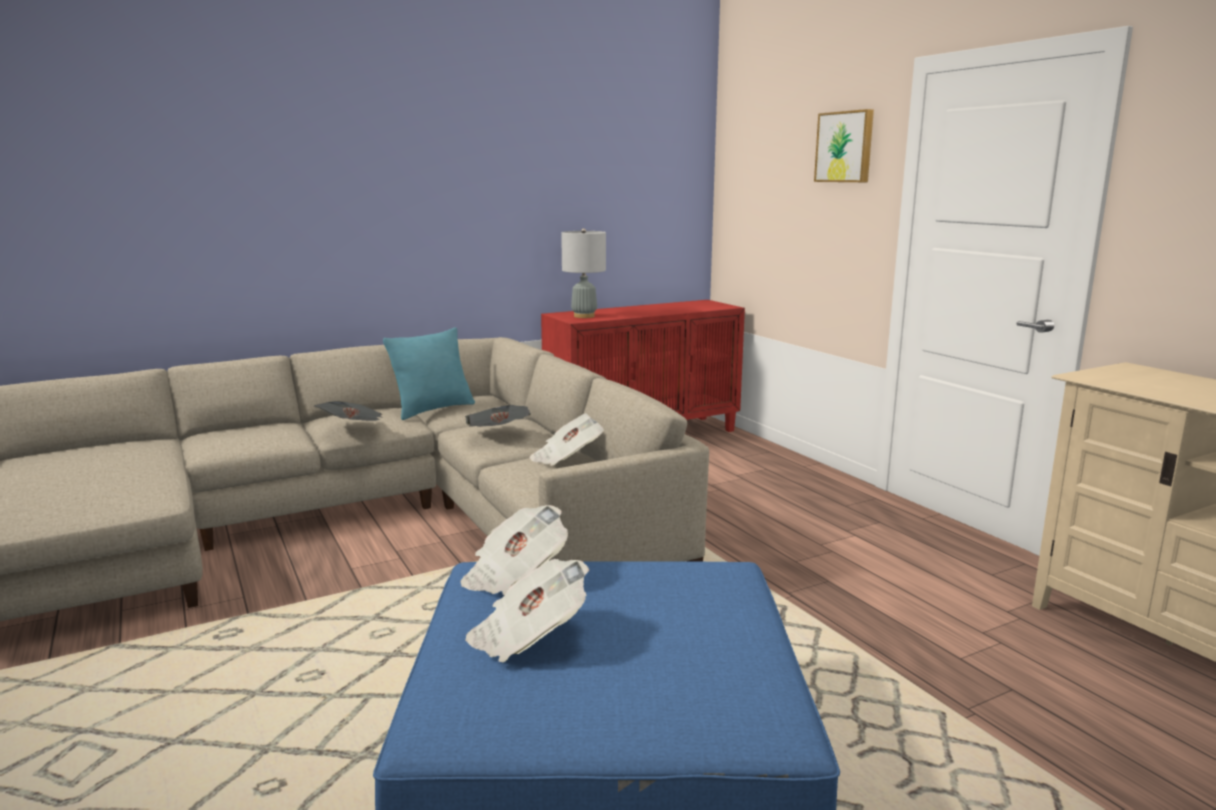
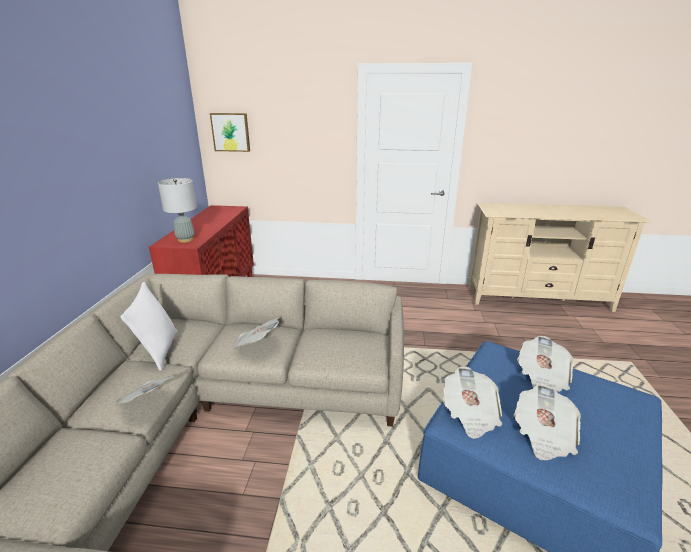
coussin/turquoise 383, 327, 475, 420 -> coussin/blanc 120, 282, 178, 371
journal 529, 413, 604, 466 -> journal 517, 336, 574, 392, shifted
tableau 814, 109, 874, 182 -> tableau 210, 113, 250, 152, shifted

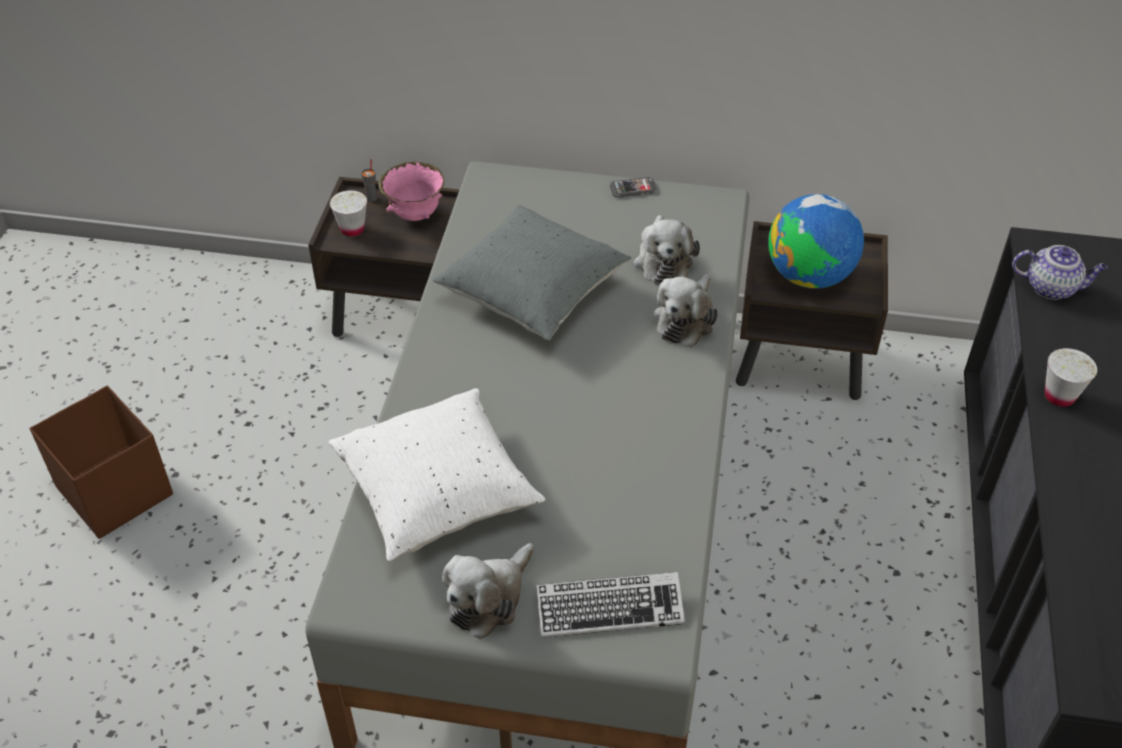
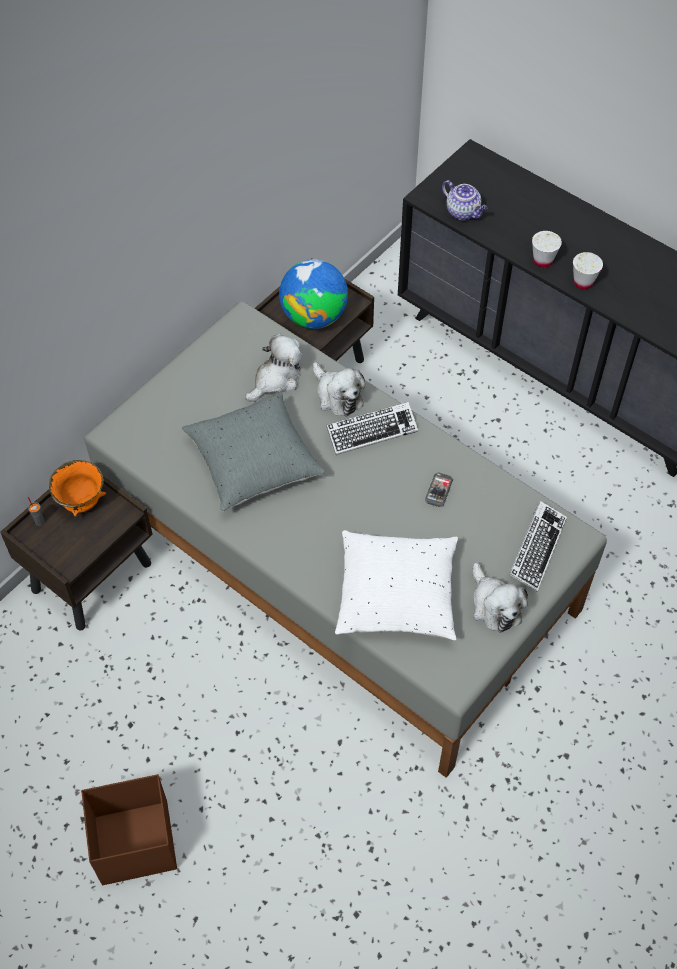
tasse/blanc 330, 190, 367, 237 -> tasse/blanc 573, 252, 603, 290, shifted
bol/rose 378, 162, 444, 221 -> bol/orange 49, 460, 106, 517
téléphone 610, 177, 657, 198 -> téléphone 425, 473, 453, 507, shifted
peluche 633, 215, 700, 284 -> peluche 245, 334, 302, 402, 75 degrees counterclockwise
théière 1012, 245, 1108, 300 -> théière 442, 180, 487, 220, 90 degrees clockwise
none -> clavier 326, 402, 418, 455

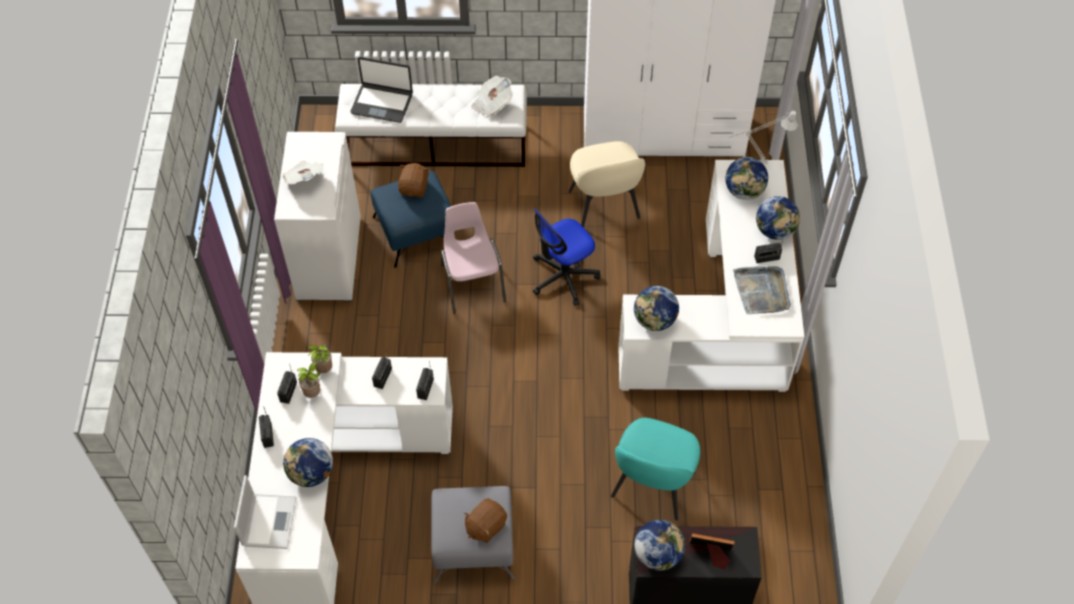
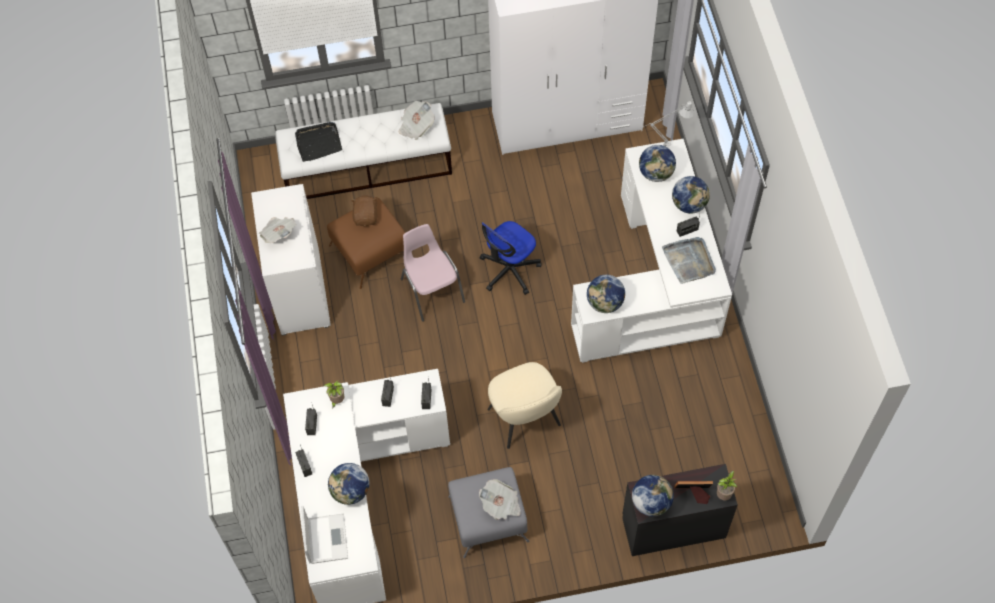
plante en pot 297, 362, 320, 398 -> plante en pot 717, 471, 737, 500, shifted
ordinateur portable 351, 57, 413, 123 -> plateau/noir 295, 122, 342, 162
pouf/bleu 370, 171, 451, 268 -> pouf/marron 327, 197, 405, 289
peluche/marron 464, 499, 507, 543 -> journal 479, 479, 521, 520
chaise/beige 569, 141, 645, 228 -> chaise/beige 488, 362, 562, 449, shifted
chaise/turquoise 611, 418, 700, 520 -> none

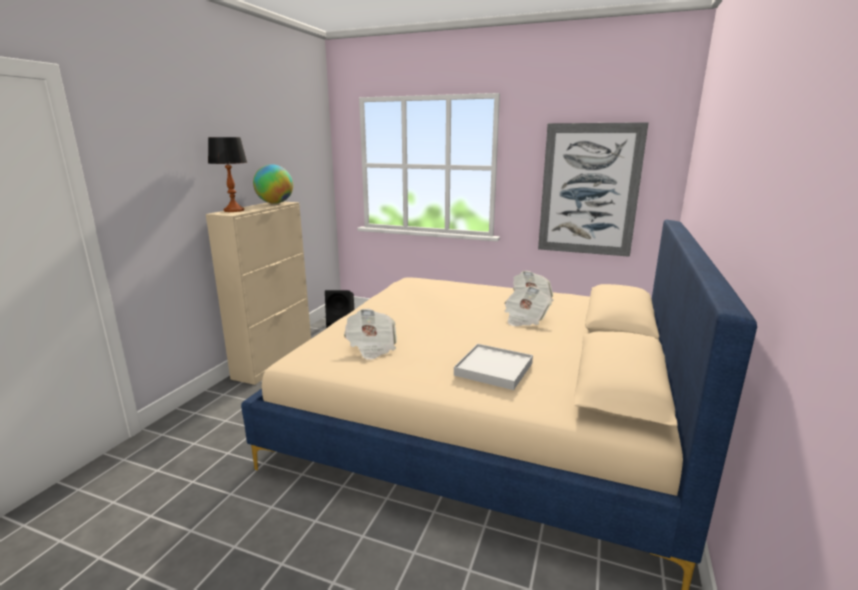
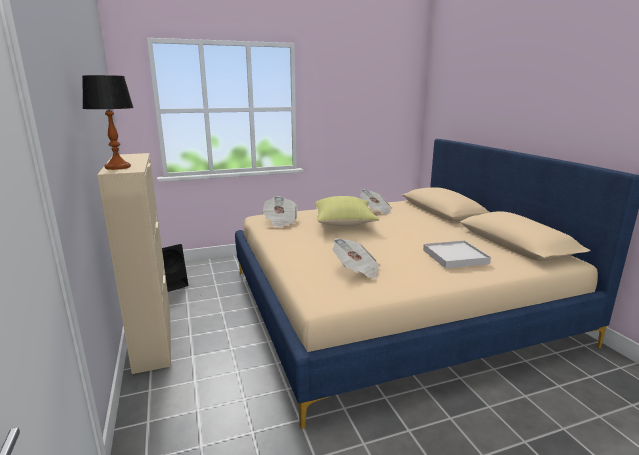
globe 253, 164, 293, 204 -> none
journal 504, 286, 552, 326 -> journal 262, 196, 297, 227, shifted
tableau 538, 122, 649, 257 -> none
none -> coussin/jaune 315, 196, 380, 226

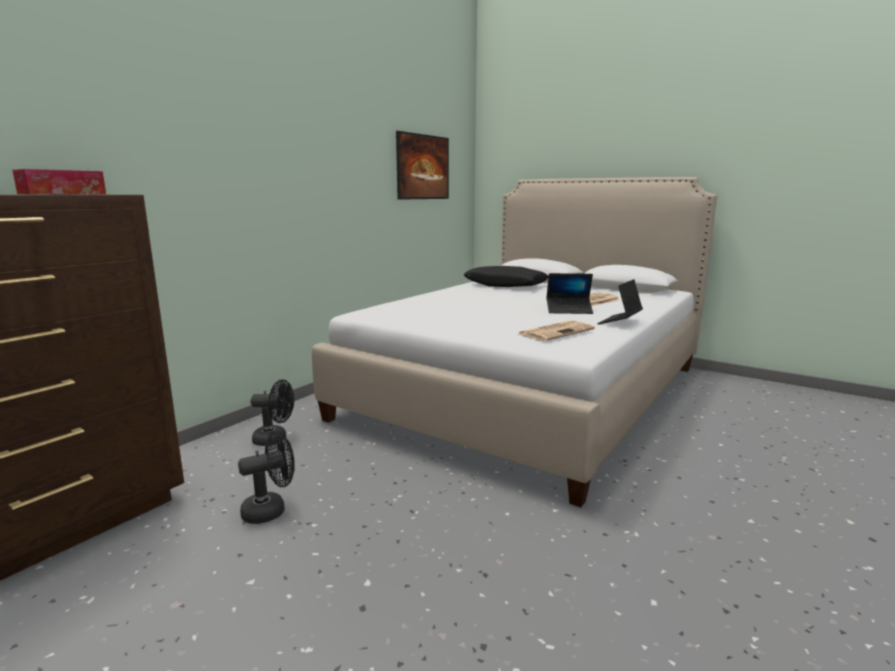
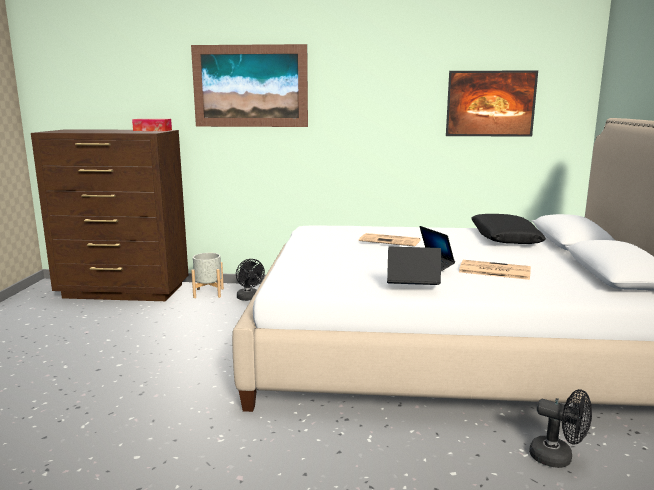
ventilateur/noir 238, 431, 295, 524 -> ventilateur/noir 529, 389, 592, 468, shifted
journal 519, 320, 595, 341 -> journal 359, 233, 420, 246, shifted
none -> tableau 191, 44, 308, 127
none -> cache-pot/gris 191, 253, 224, 298

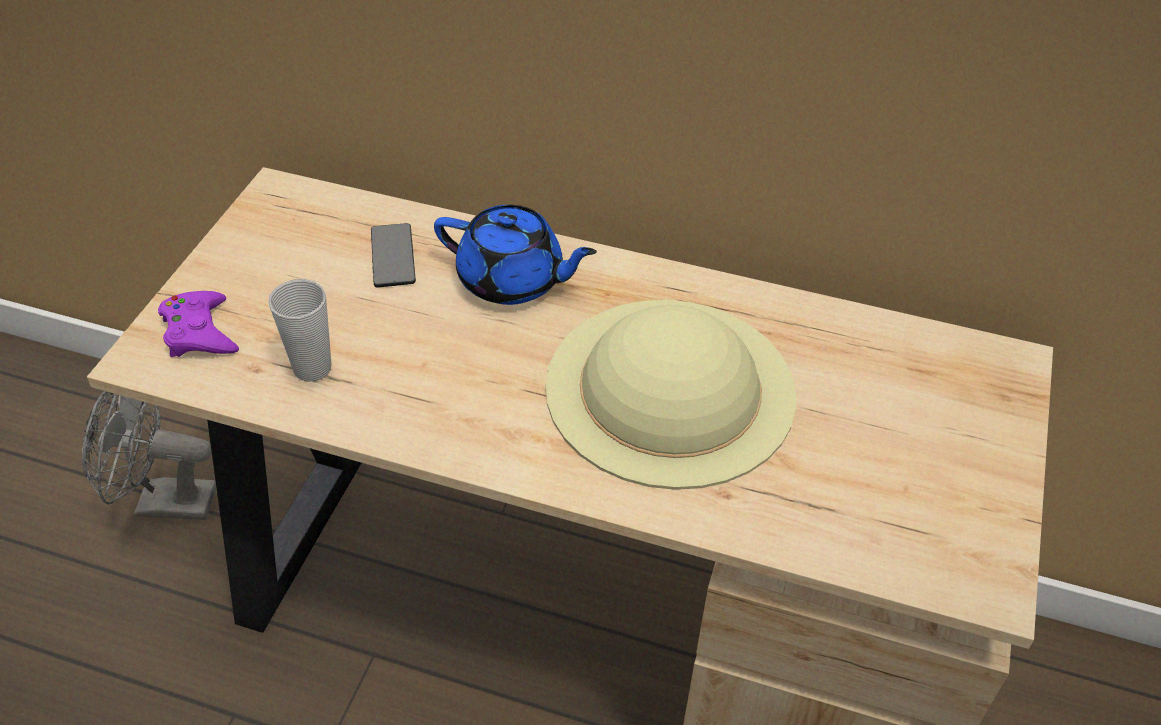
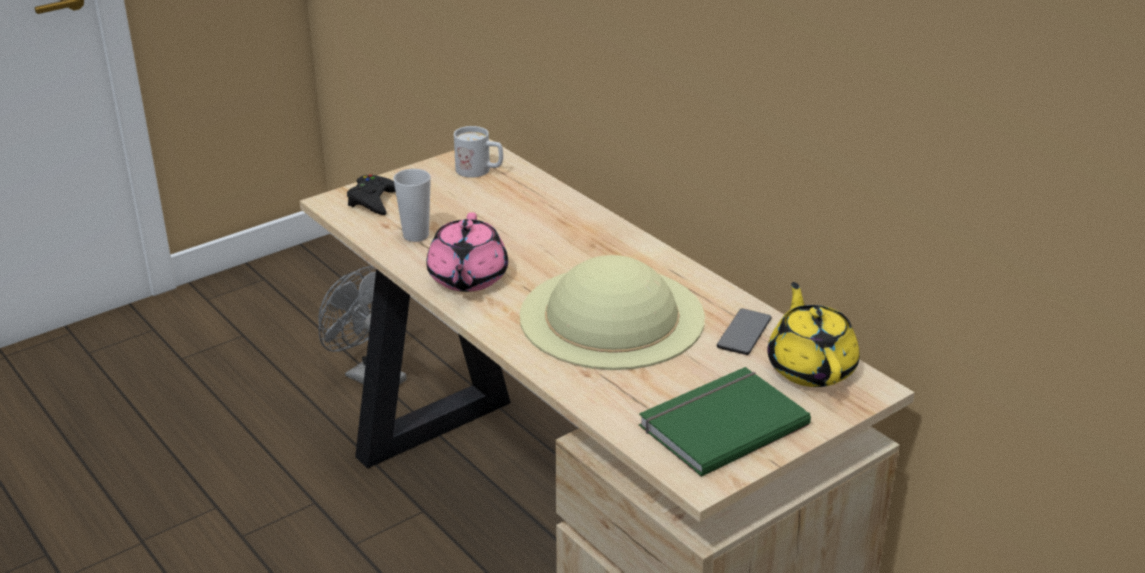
manette/violet 158, 291, 239, 357 -> manette/noir 347, 174, 396, 215
téléphone 371, 223, 416, 288 -> téléphone 717, 308, 772, 355, shifted
théière/bleu 434, 204, 597, 305 -> none
none -> théière/rose 426, 212, 508, 292
none -> mug/blanc 454, 126, 503, 178
none -> livre/vert 639, 367, 811, 477
none -> théière/jaune 767, 282, 860, 387

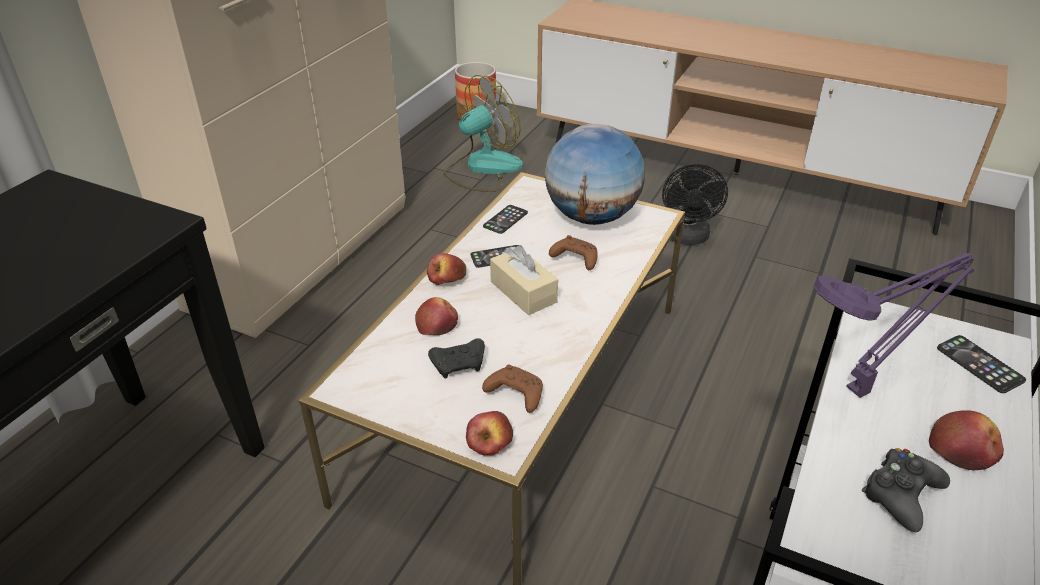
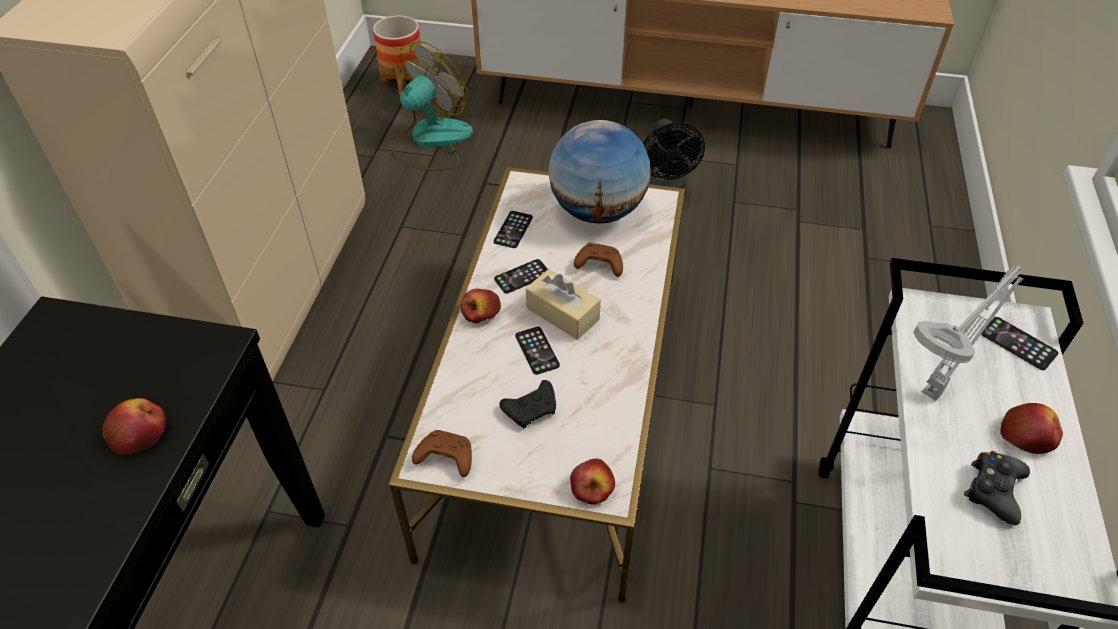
pomme 415, 297, 458, 335 -> pomme 102, 398, 166, 455, shifted
manette/marron 482, 365, 543, 413 -> manette/marron 412, 430, 472, 477, shifted
lampe de table/violet 814, 252, 974, 398 -> lampe de table/gris 913, 265, 1024, 401
none -> téléphone 515, 327, 560, 375

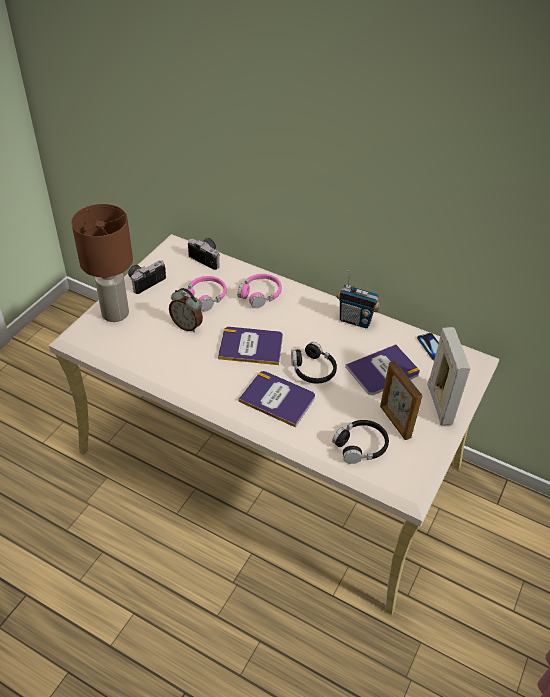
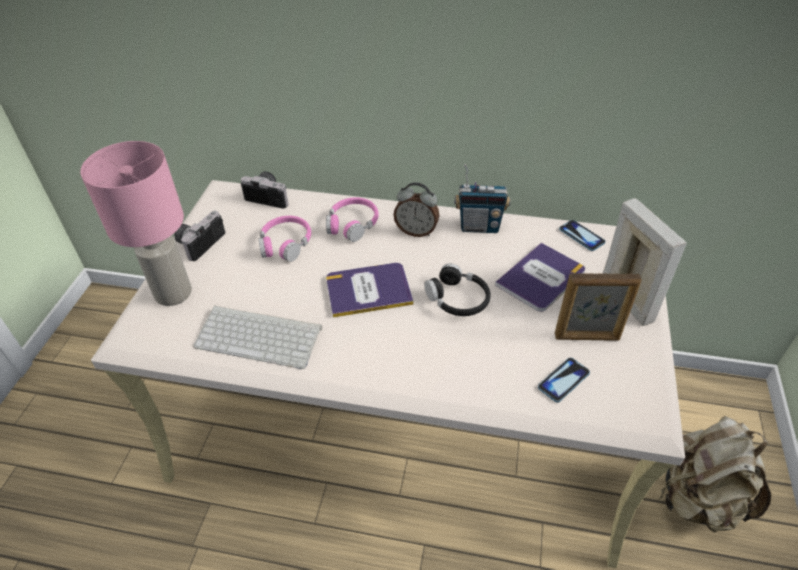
lampe de table/marron 71, 204, 133, 322 -> lampe de table/rose 80, 141, 192, 306
réveil 169, 288, 203, 332 -> réveil 393, 182, 439, 237, shifted
livre 238, 371, 315, 427 -> none
casque audio/noir 332, 420, 389, 464 -> téléphone 538, 358, 590, 403
cadre photo 380, 361, 423, 440 -> cadre photo 555, 273, 642, 341, 45 degrees counterclockwise
none -> clavier 193, 305, 322, 369
none -> sac à dos/beige 659, 416, 771, 532

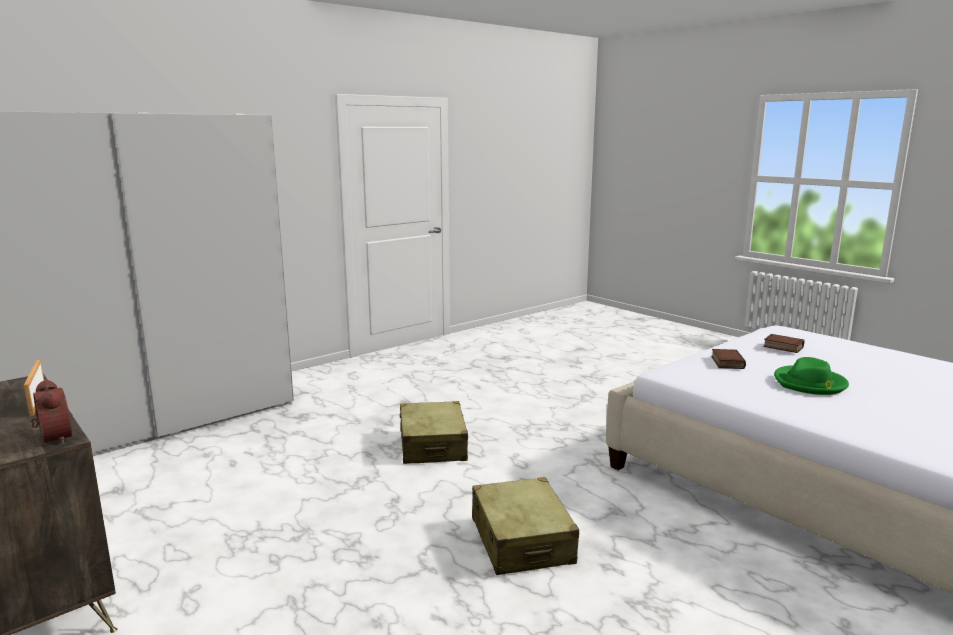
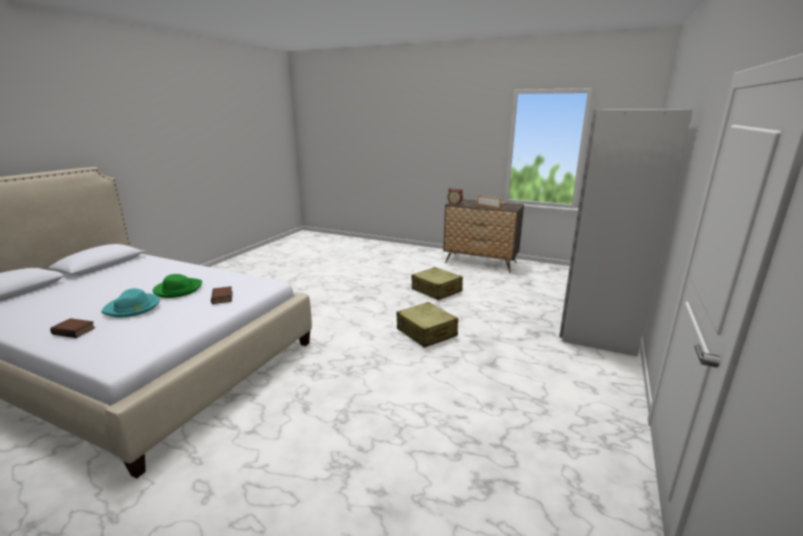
valise/beige 472, 477, 579, 575 -> valise/beige 411, 267, 463, 300, shifted
livre 763, 334, 804, 353 -> livre 50, 318, 95, 338, shifted
none -> chapeau/turquoise 101, 288, 160, 317

